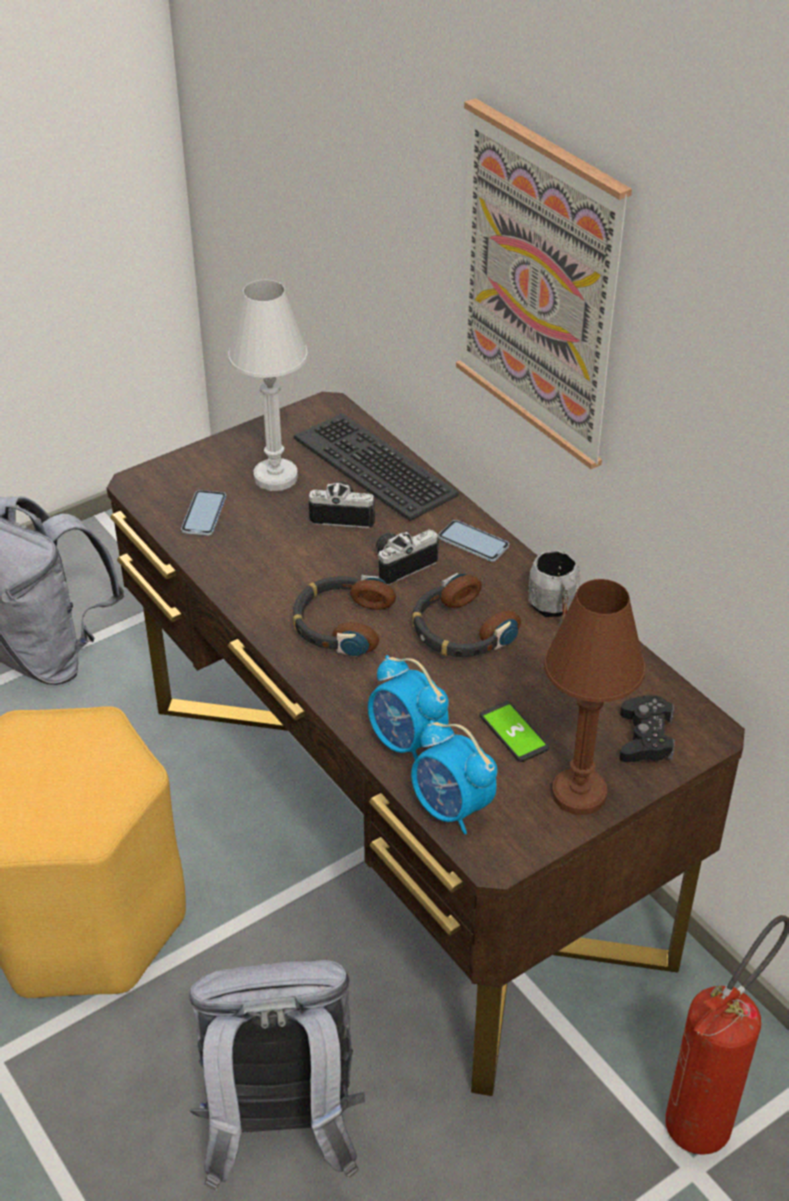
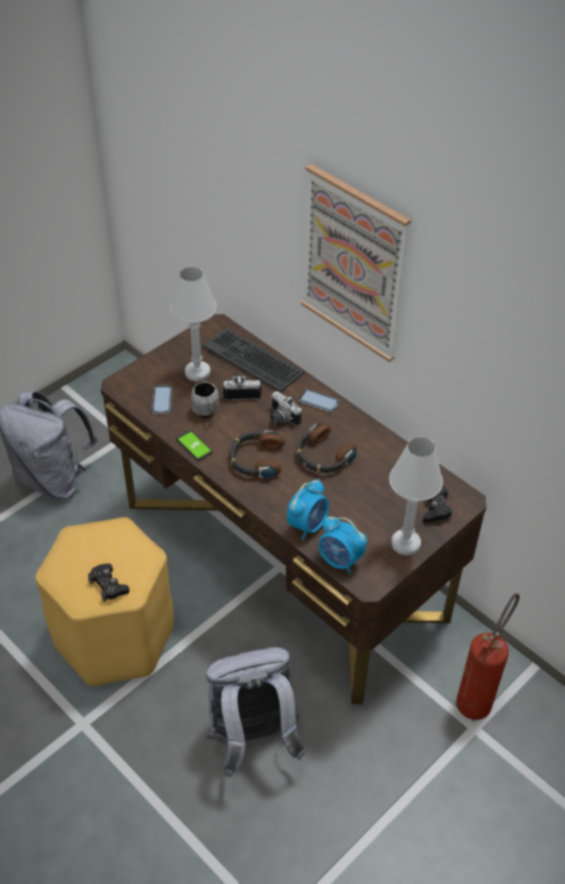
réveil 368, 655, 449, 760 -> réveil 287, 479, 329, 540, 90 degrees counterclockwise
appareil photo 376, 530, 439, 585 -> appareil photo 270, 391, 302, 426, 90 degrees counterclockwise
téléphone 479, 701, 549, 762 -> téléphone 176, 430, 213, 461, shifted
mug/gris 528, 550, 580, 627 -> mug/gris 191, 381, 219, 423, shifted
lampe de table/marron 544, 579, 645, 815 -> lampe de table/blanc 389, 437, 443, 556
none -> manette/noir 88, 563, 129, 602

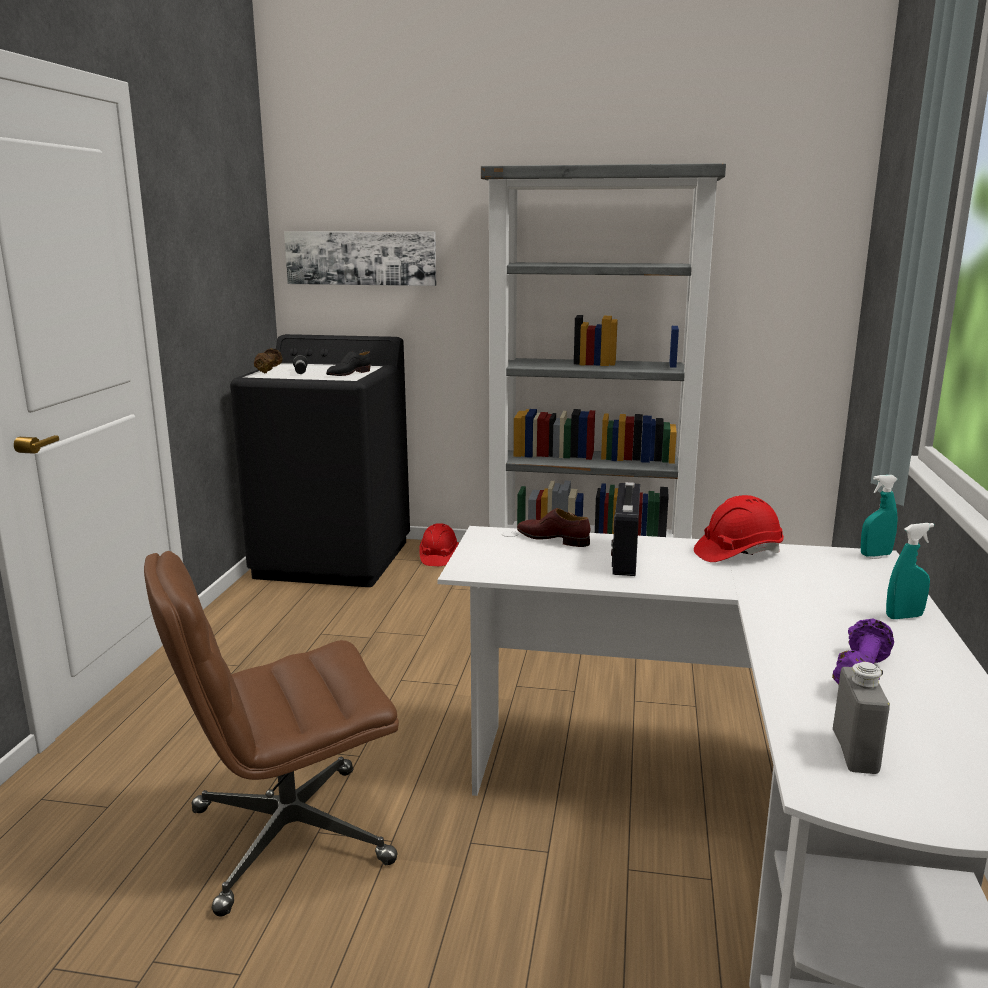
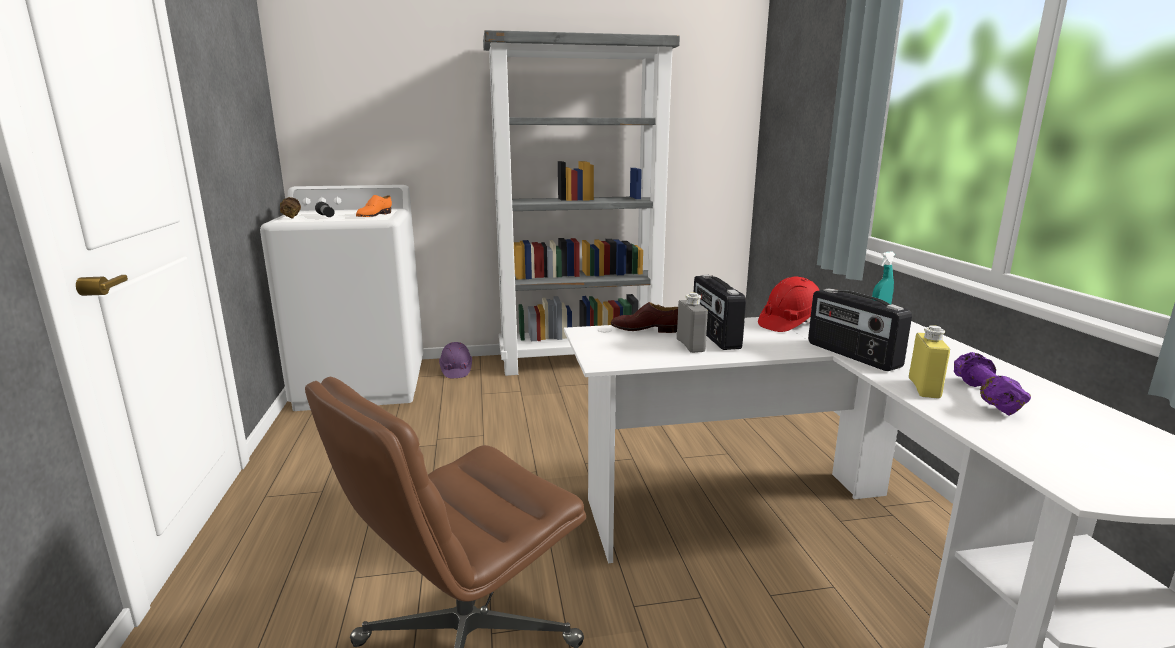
lave-linge/noir 230, 334, 410, 587 -> lave-linge/blanc 260, 185, 424, 411
tableau 284, 231, 436, 286 -> none
chaussure/noir 326, 351, 371, 376 -> chaussure/orange 356, 195, 392, 217
casque de chantier/rouge 419, 523, 459, 566 -> casque de chantier/violet 439, 342, 472, 378
bouteille/gris 833, 662, 890, 774 -> bouteille/gris 677, 292, 708, 353, shifted
vaporisateur/turquoise 886, 523, 934, 619 -> none
none -> radio 808, 288, 912, 371
none -> bouteille/jaune 909, 325, 950, 399

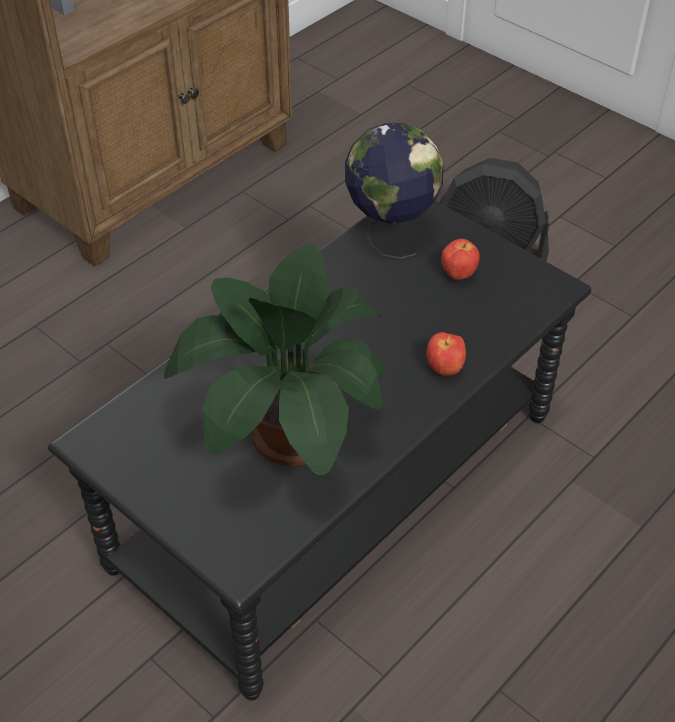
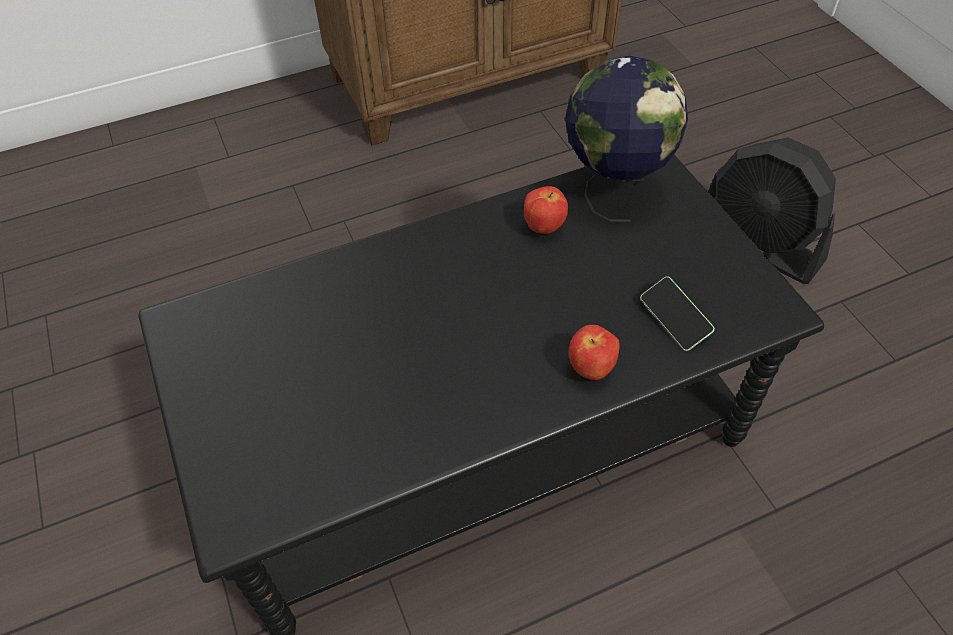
plante en pot 164, 244, 385, 475 -> none
pomme 441, 239, 480, 280 -> pomme 524, 186, 568, 234, shifted
none -> téléphone 640, 276, 715, 351

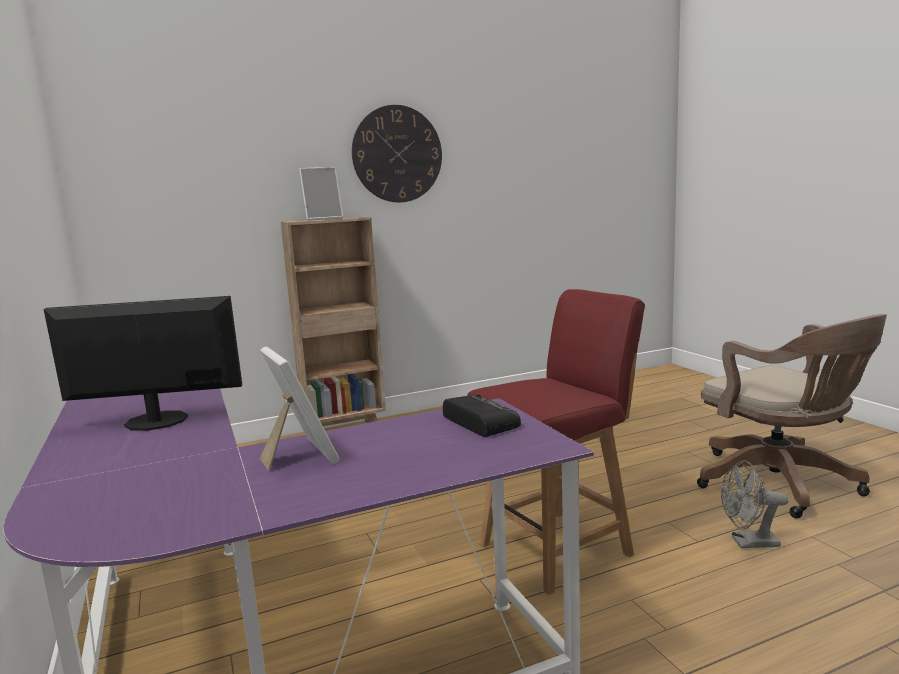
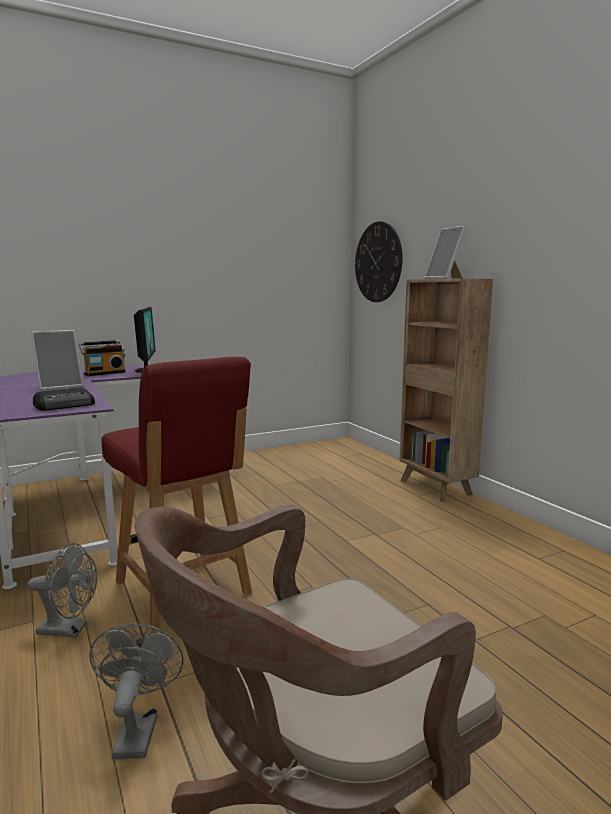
horloge murale 352, 105, 442, 202 -> horloge murale 355, 221, 403, 302, shifted
none -> ventilateur/gris 27, 543, 97, 638
none -> radio 79, 340, 126, 376

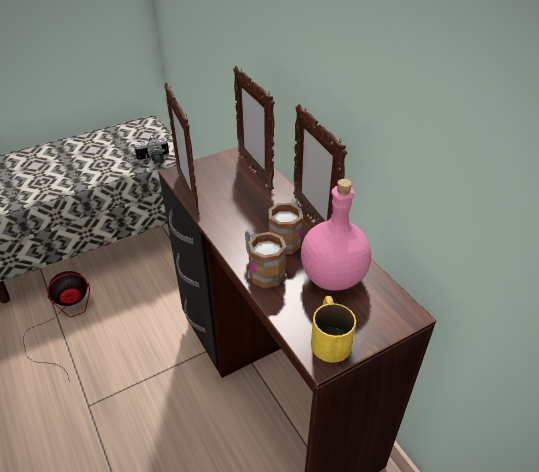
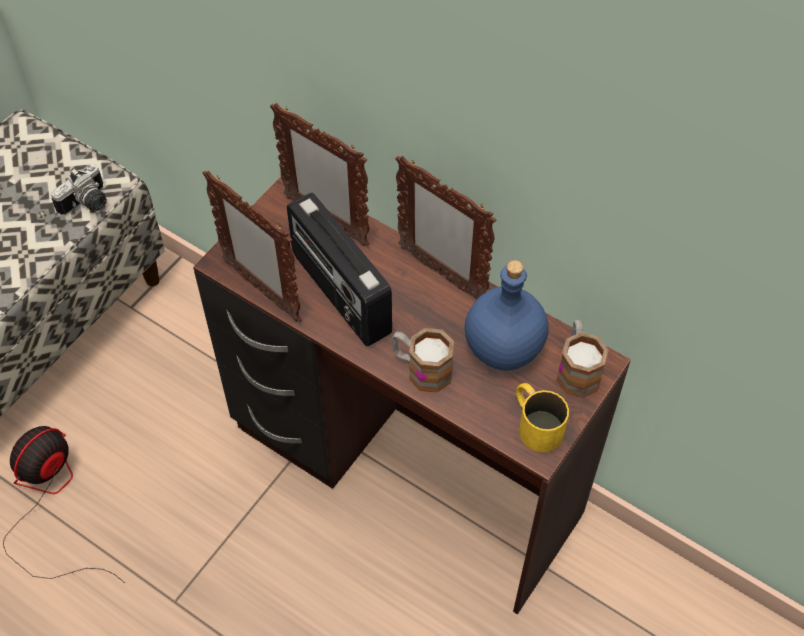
mug 268, 198, 303, 254 -> mug 556, 320, 609, 398, shifted
bouteille/rose 301, 179, 371, 291 -> bouteille/bleu 464, 260, 549, 370
none -> radio 287, 193, 392, 346

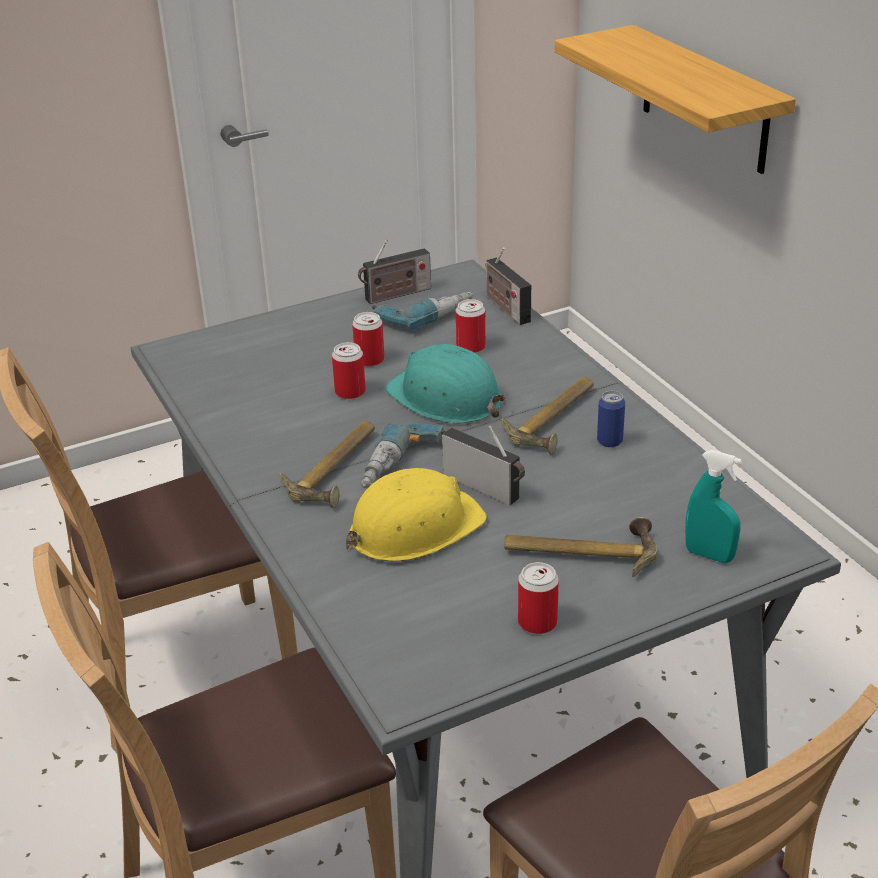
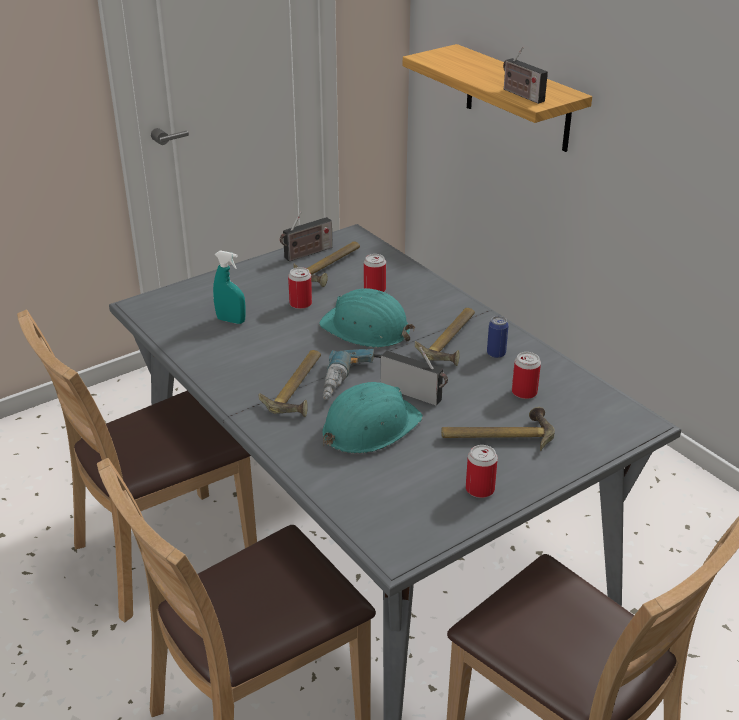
boîte métallique 332, 342, 366, 399 -> boîte métallique 512, 352, 541, 399, shifted
casque de chantier/jaune 346, 468, 487, 561 -> casque de chantier/turquoise 322, 382, 423, 454
perceuse 372, 292, 473, 330 -> marteau 293, 241, 360, 287
radio 486, 247, 531, 325 -> radio 503, 47, 548, 104, shifted
vaporisateur/turquoise 685, 450, 742, 563 -> vaporisateur/turquoise 213, 250, 245, 324, shifted

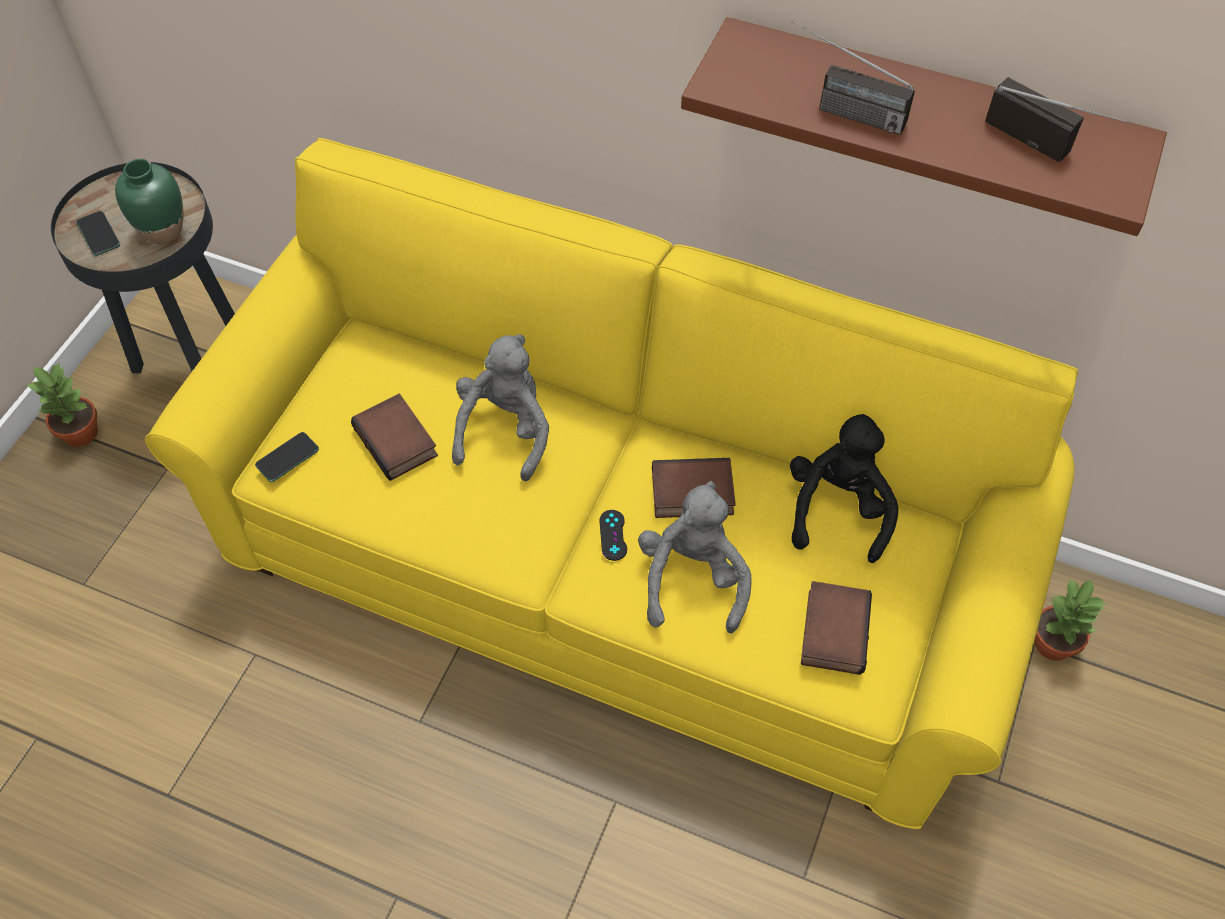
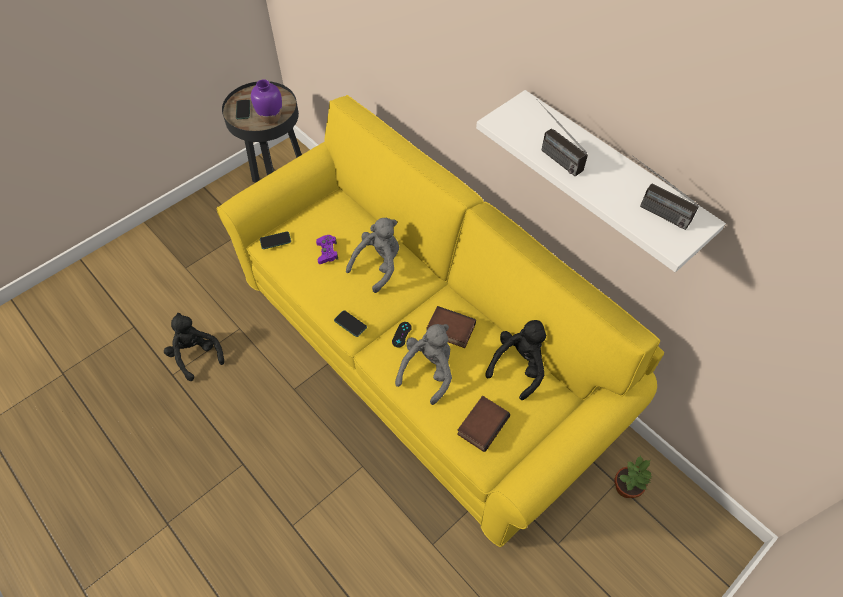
plante en pot 26, 362, 98, 447 -> none
vase/vert 115, 159, 183, 244 -> vase/violet 251, 79, 282, 124
livre 351, 394, 438, 481 -> manette/violet 316, 235, 338, 264
étagère/marron 681, 17, 1167, 236 -> étagère/blanc 476, 90, 726, 272
radio 985, 77, 1130, 162 -> radio 632, 156, 699, 230, 150 degrees clockwise
none -> peluche/noir 164, 313, 224, 381
none -> téléphone 334, 310, 367, 337

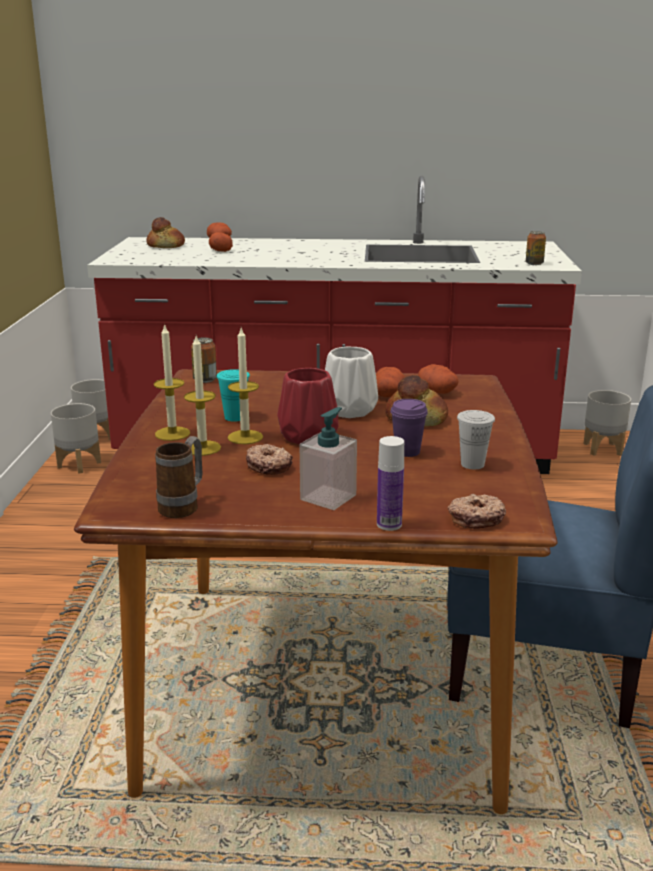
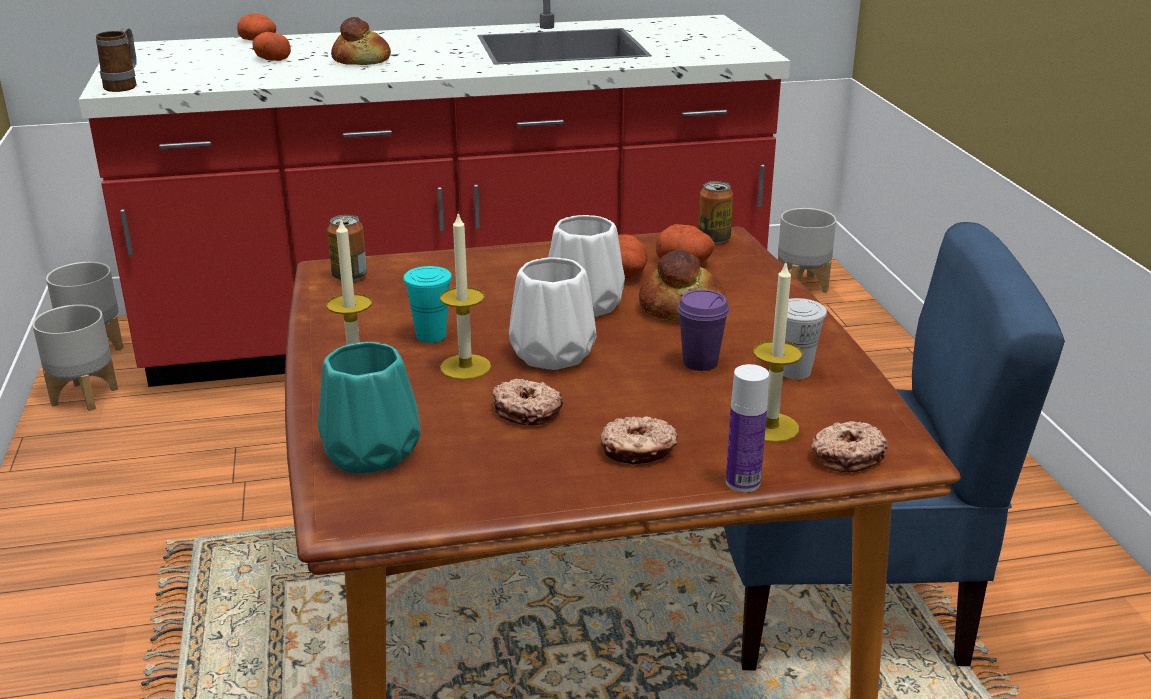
pain 146, 217, 185, 248 -> pain 331, 17, 391, 65, shifted
mug 155, 436, 202, 518 -> mug 96, 27, 137, 92, shifted
bougie 184, 336, 221, 456 -> bougie 753, 262, 802, 443, shifted
vase/rouge 277, 368, 339, 444 -> vase/blanc 509, 257, 597, 370
distributeur de savon 300, 407, 357, 510 -> beignet 600, 416, 678, 465
boîte métallique 526, 231, 546, 265 -> boîte métallique 698, 181, 733, 244, shifted
none -> vase/turquoise 318, 342, 421, 473

